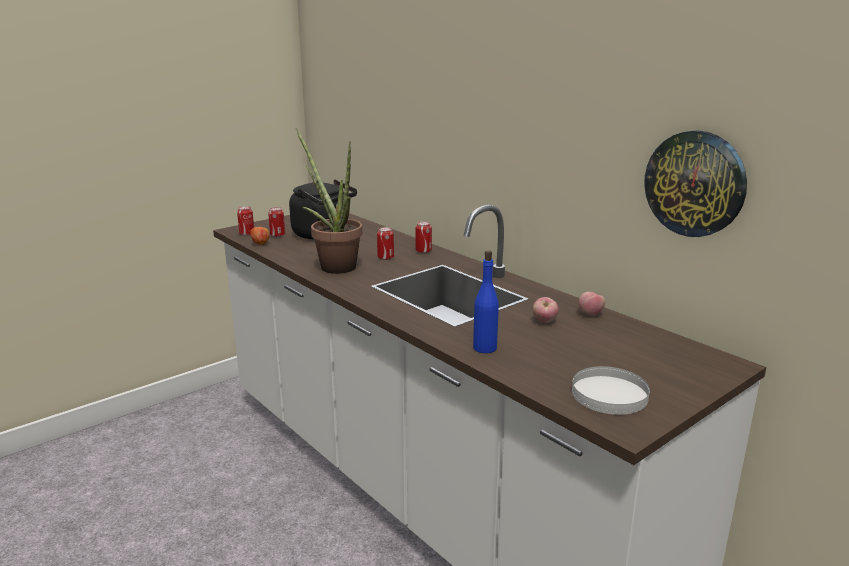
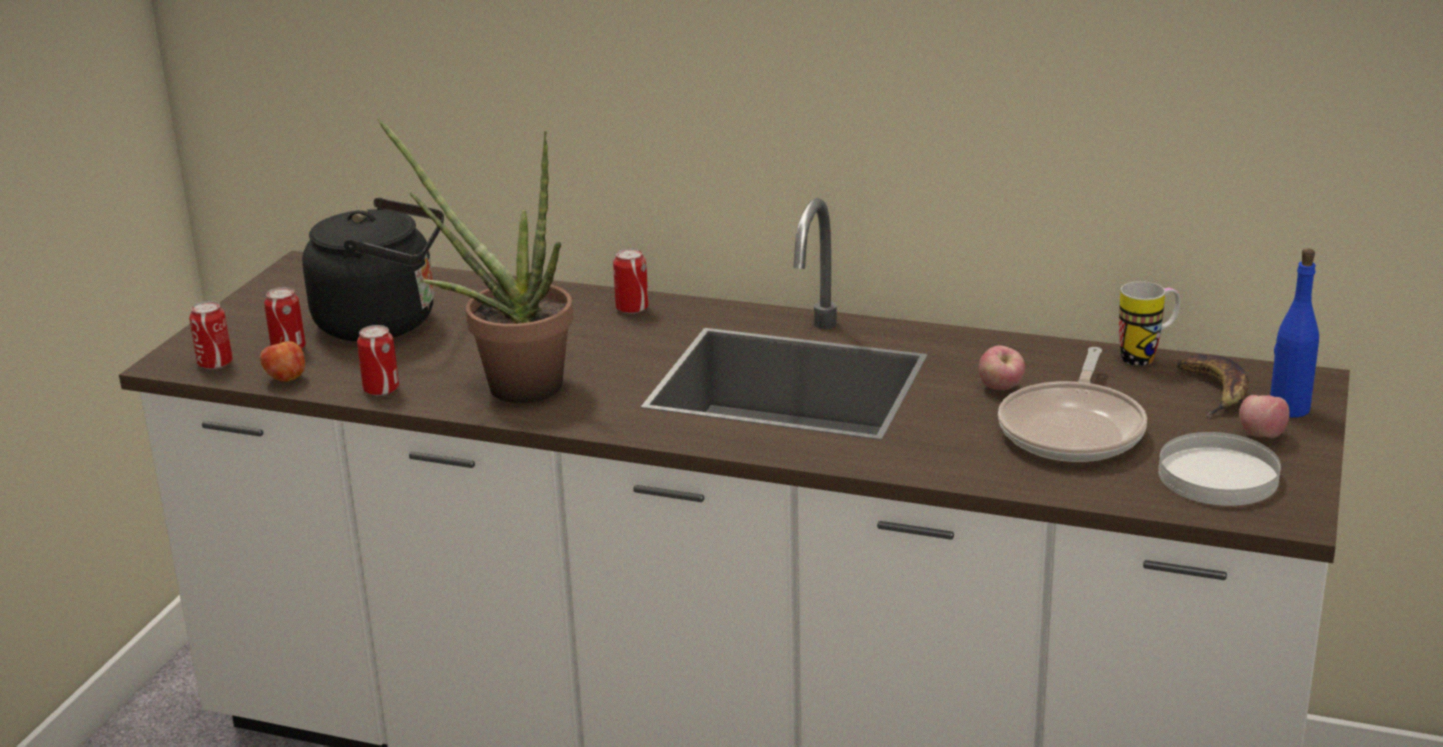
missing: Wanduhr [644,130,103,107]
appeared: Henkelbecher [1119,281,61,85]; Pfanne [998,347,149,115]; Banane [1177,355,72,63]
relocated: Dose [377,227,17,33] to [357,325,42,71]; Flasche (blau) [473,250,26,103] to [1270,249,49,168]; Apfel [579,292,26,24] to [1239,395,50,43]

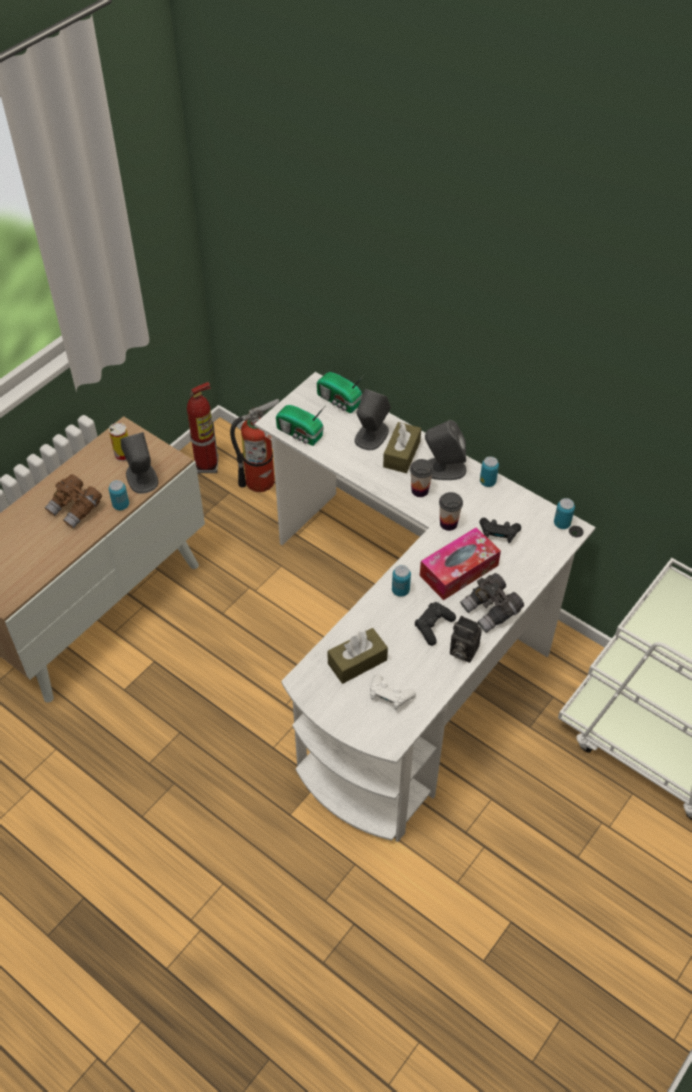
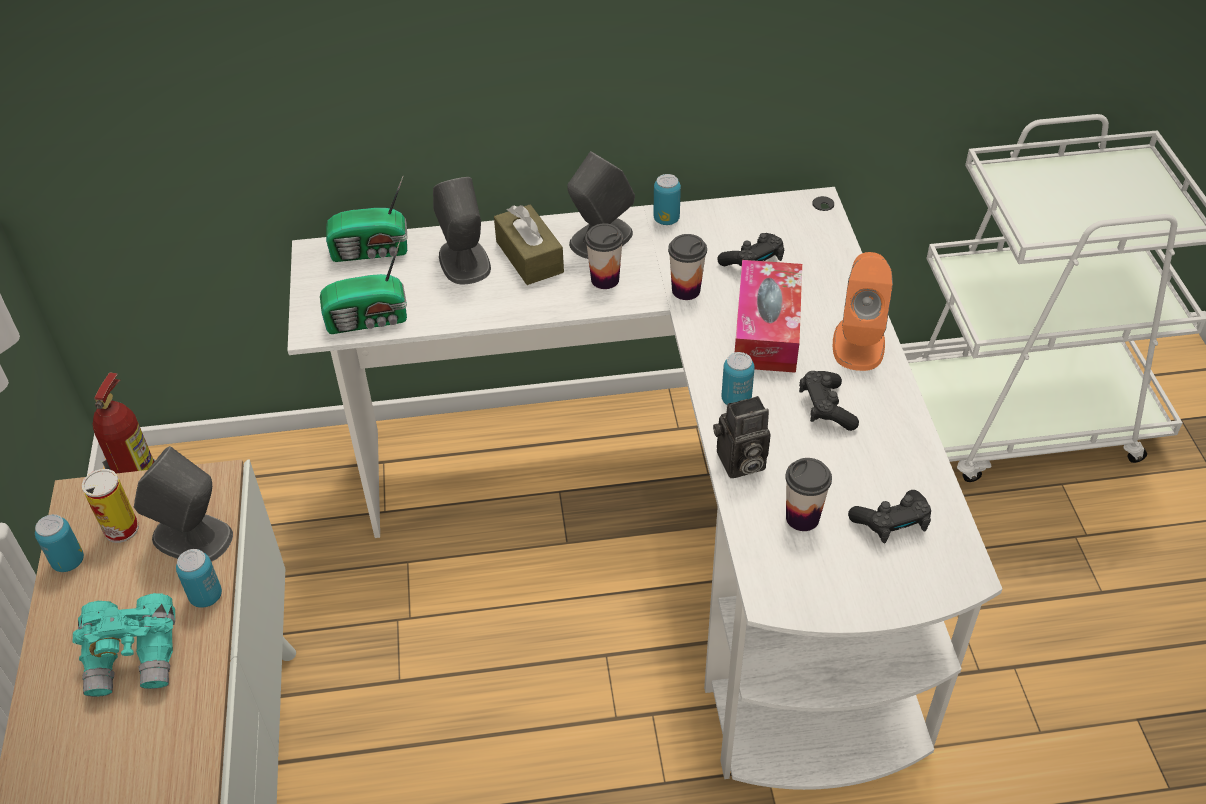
missing: Feuerlöscher [230,399,49,93]
relocated: Dose [554,498,21,31] to [35,514,49,58]; Kamera [450,616,32,47] to [713,396,58,82]
exchanged: Fernglas (grau) [460,573,64,60] to Lautsprecher (orange) [833,252,60,119]; Taschentuchbox (braun) [327,628,61,56] to Tasse [785,458,47,73]
colour: Fernglas (braun) [45,474,57,54] to Fernglas (türkis) [72,593,103,104]; Gamepad (weiß) [370,674,46,37] to Gamepad (schwarz) [848,490,83,53]

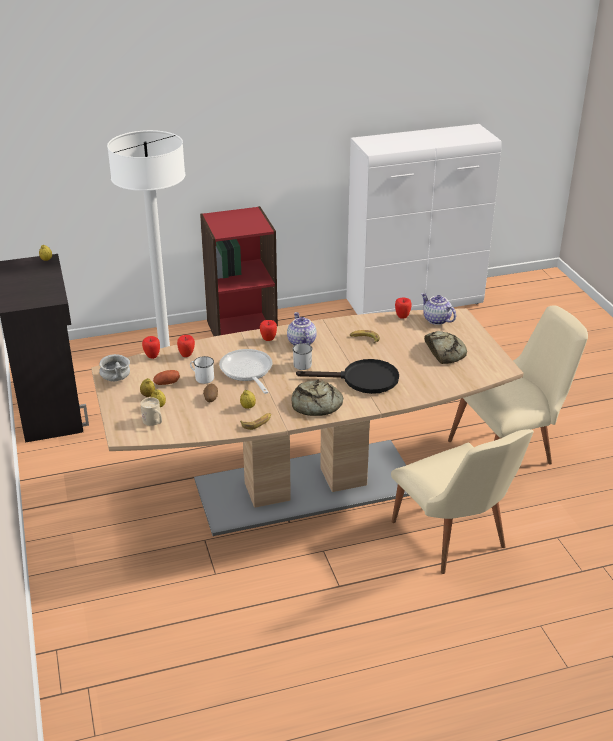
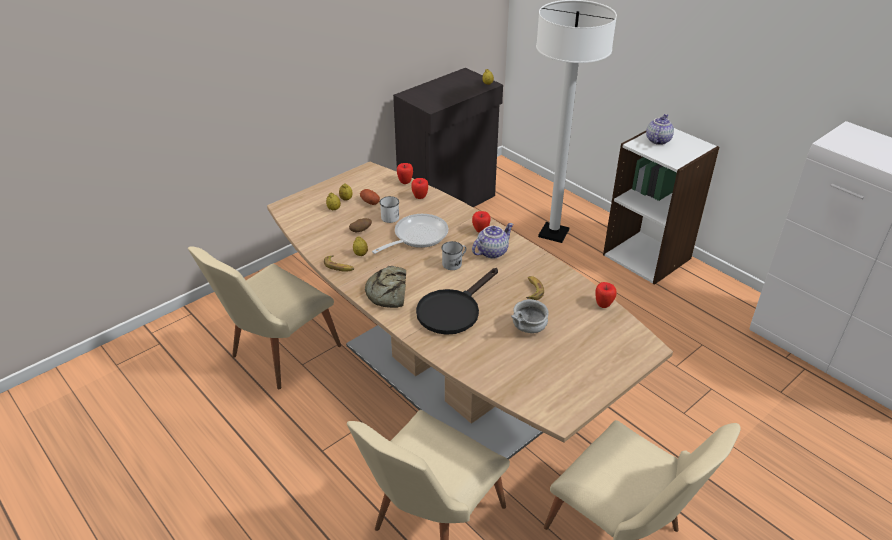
missing: Brot [424,331,43,33]; Henkelbecher (beige) [141,397,21,29]
appeared: Stuhl (beige) [188,246,153,143]
relocated: Teekanne [421,293,35,32] to [646,114,28,31]; Schüssel (grau) [99,354,31,28] to [511,299,38,34]
colour: Bücherregal (rot) [200,206,78,130] to Bücherregal (weiß) [603,128,116,157]
spun: Pfanne (schwarz) [296,359,103,35] = [416,268,82,67] 60 degrees clockwise

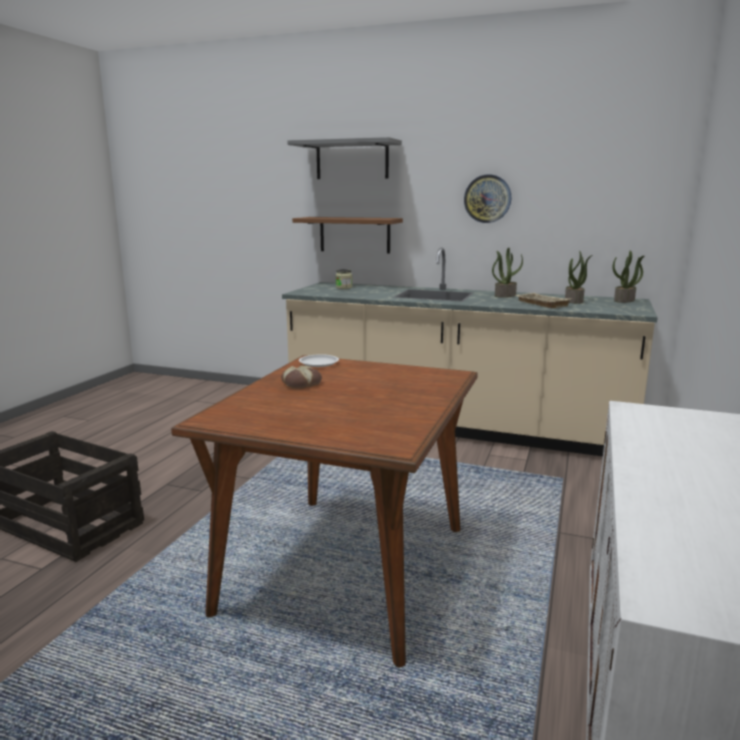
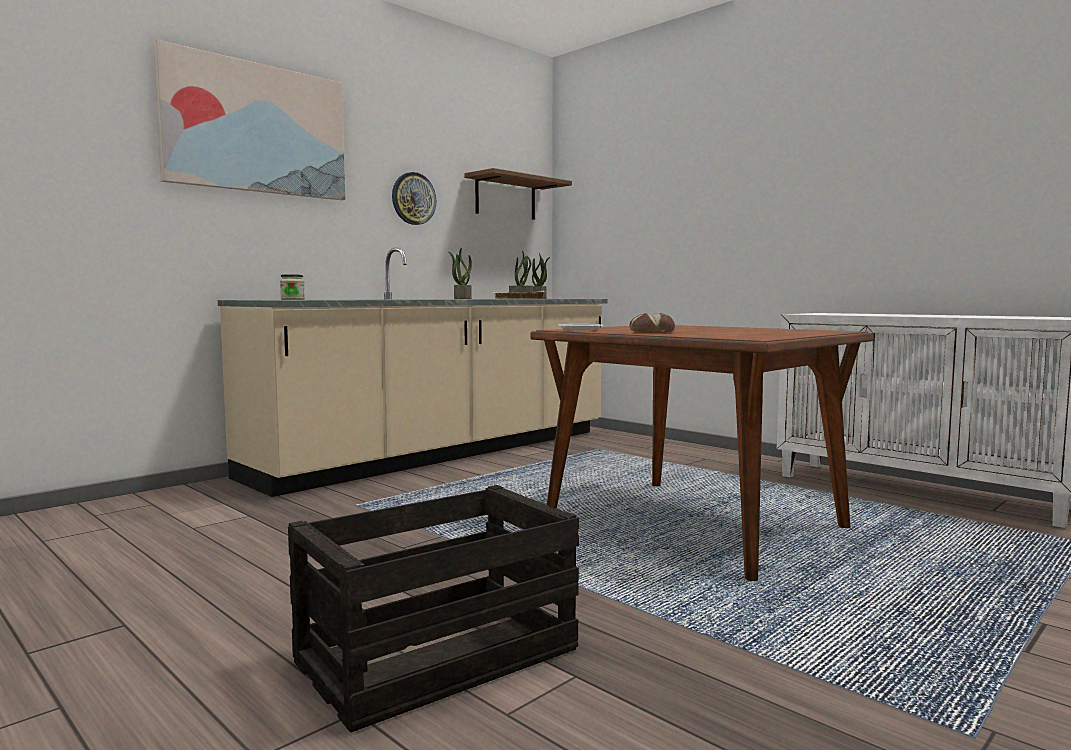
relocated: Wandregal (braun) [292,217,111,36] to [464,168,108,52]
exchanged: Wandregal (grau) [287,137,115,42] to Bild [153,40,193,160]

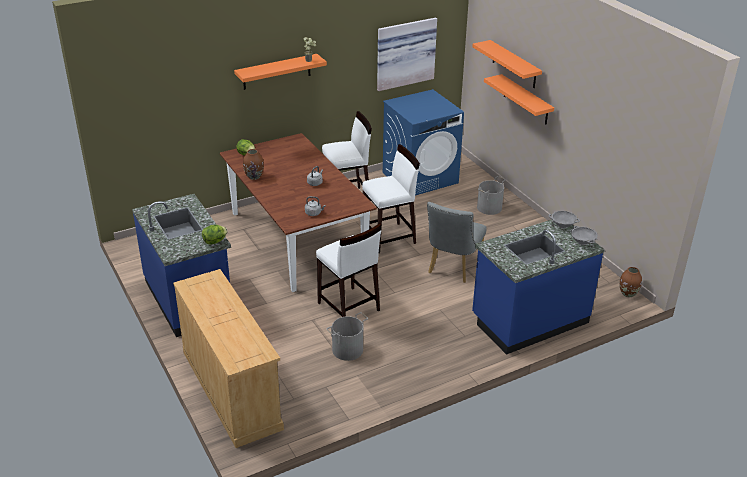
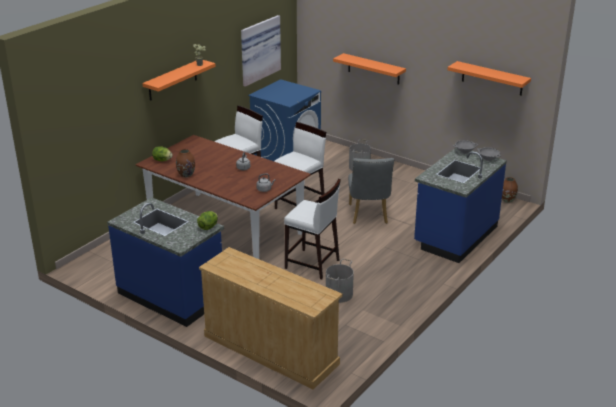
relocated: Wandregal (orange) [472,40,70,48] to [447,61,84,35]

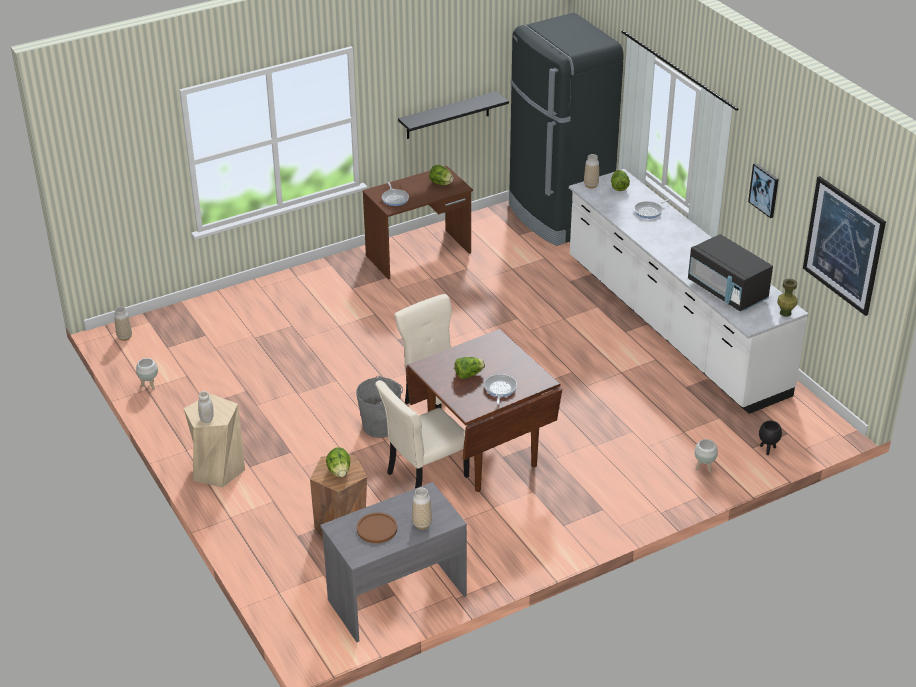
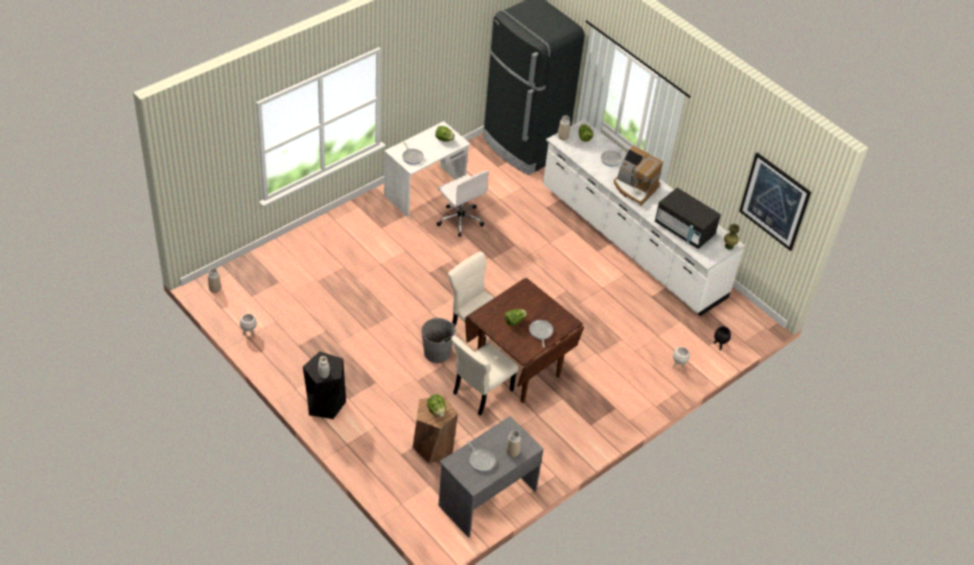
missing: Wandregal (schwarz) [398,91,111,48]; Bild [748,163,31,55]
appeared: Kaffeemaschine [614,145,49,61]; Bürostuhl (weiß) [436,171,53,66]
exchanged: Teller (braun) [357,513,40,30] to Pfanne [467,441,29,31]
colour: Schreibtisch (braun) [362,166,111,114] to Schreibtisch (weiß) [384,121,86,96]; Hocker (beige) [184,394,61,94] to Hocker (schwarz) [303,351,43,68]

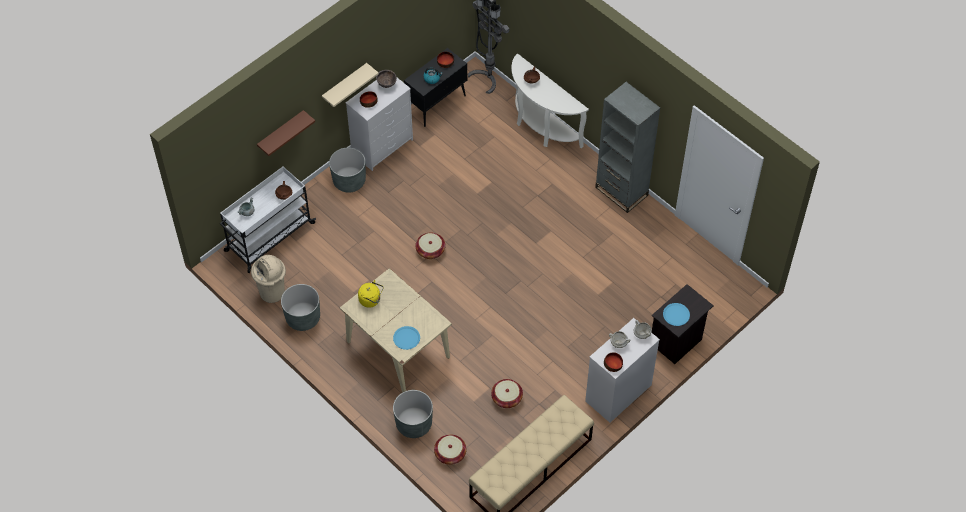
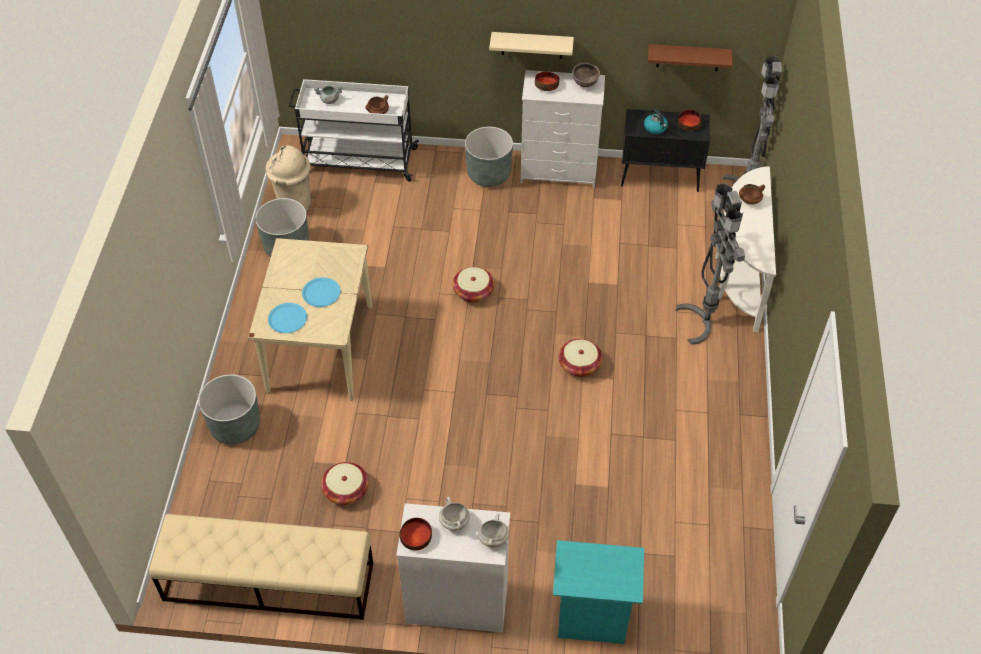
missing: Bücherregal (grau) [595,82,65,131]; Wasserkessel (gelb) [358,280,25,28]
appeared: Stehlampe (grau) [676,183,69,161]
relocated: Wandregal (braun) [257,110,58,46] to [648,44,84,27]; Teller (blau) [663,303,27,23] to [302,277,39,30]; Korb [434,434,32,31] to [559,339,43,38]
colour: Nachttisch (schwarz) [652,284,62,80] to Nachttisch (türkis) [553,540,91,104]

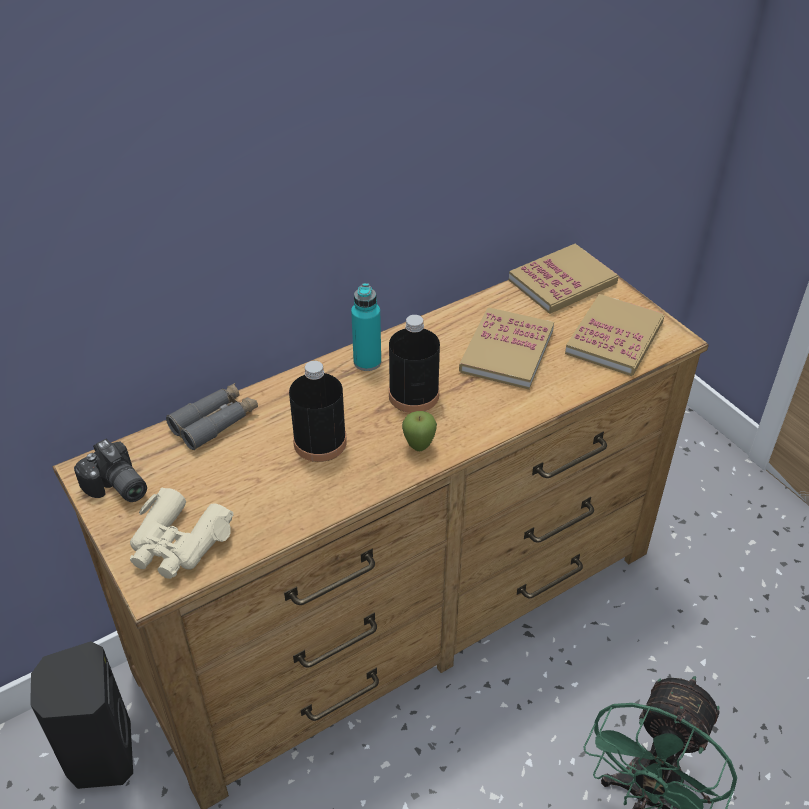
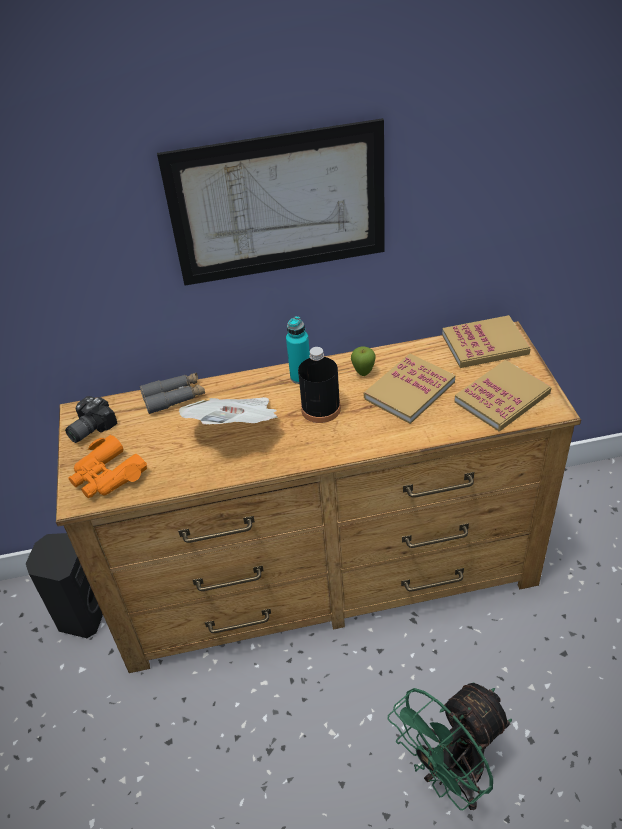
appeared: Bild [157,118,228,168]
relocated: Apfel [402,411,35,40] to [351,347,24,29]
exchanged: Flasche (schwarz) [289,361,58,101] to Zeitung [179,397,99,27]
colour: Fernglas (beige) [130,488,104,91] to Fernglas (orange) [68,435,79,63]
spun: Kamera [74,438,73,64] = [65,396,53,47] 60 degrees clockwise

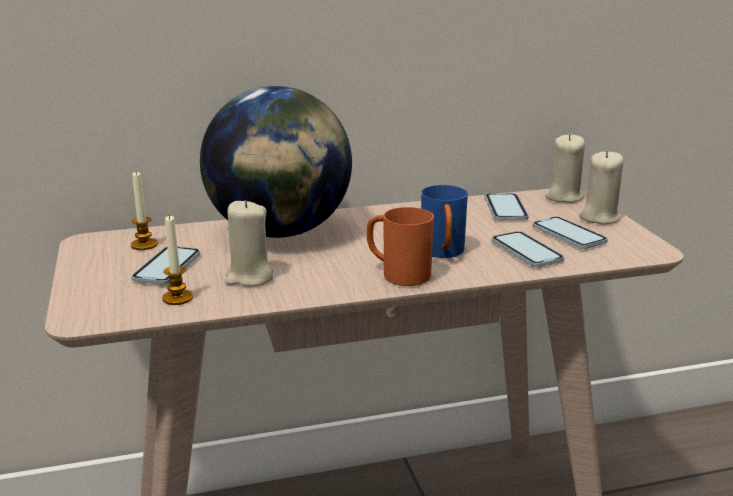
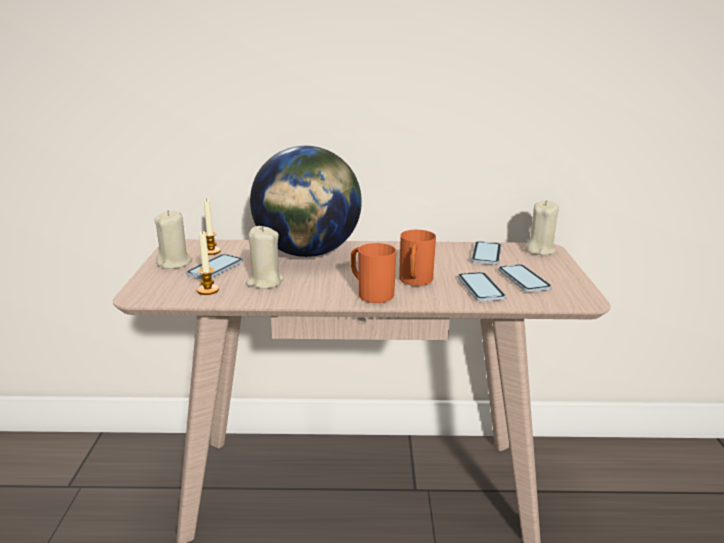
relocated: Kerze (beige) [579,151,45,74] to [155,210,37,59]
colour: Henkelbecher (blau) [421,185,47,73] to Henkelbecher (orange) [399,230,37,56]

